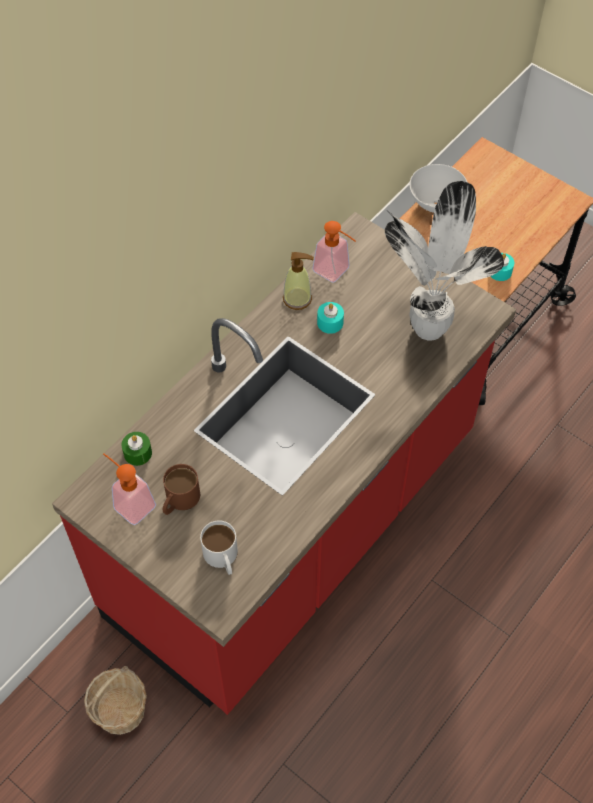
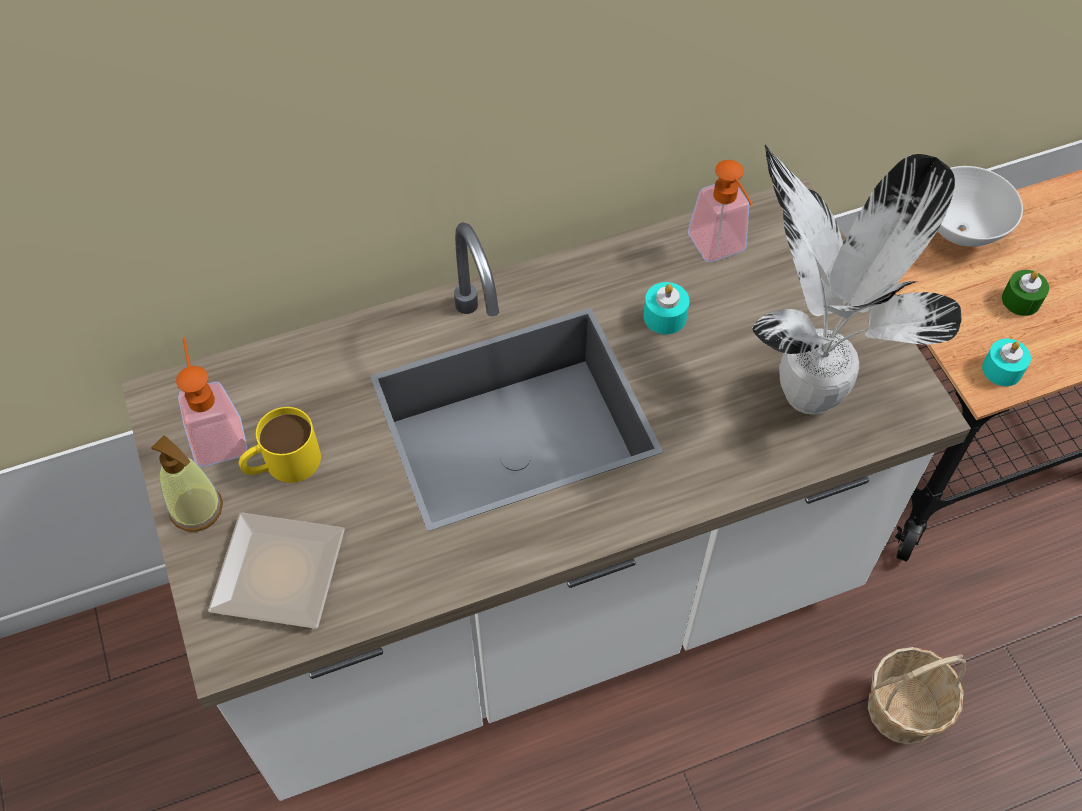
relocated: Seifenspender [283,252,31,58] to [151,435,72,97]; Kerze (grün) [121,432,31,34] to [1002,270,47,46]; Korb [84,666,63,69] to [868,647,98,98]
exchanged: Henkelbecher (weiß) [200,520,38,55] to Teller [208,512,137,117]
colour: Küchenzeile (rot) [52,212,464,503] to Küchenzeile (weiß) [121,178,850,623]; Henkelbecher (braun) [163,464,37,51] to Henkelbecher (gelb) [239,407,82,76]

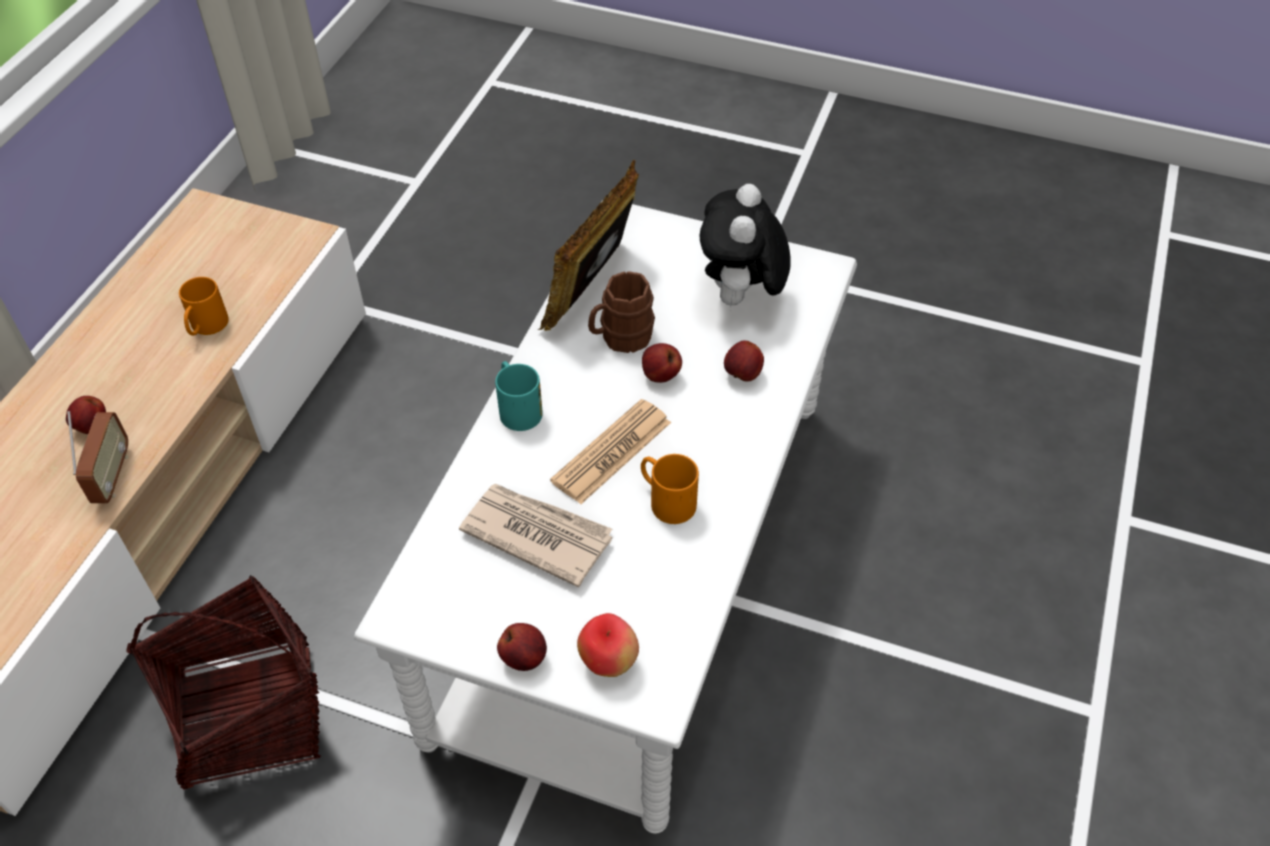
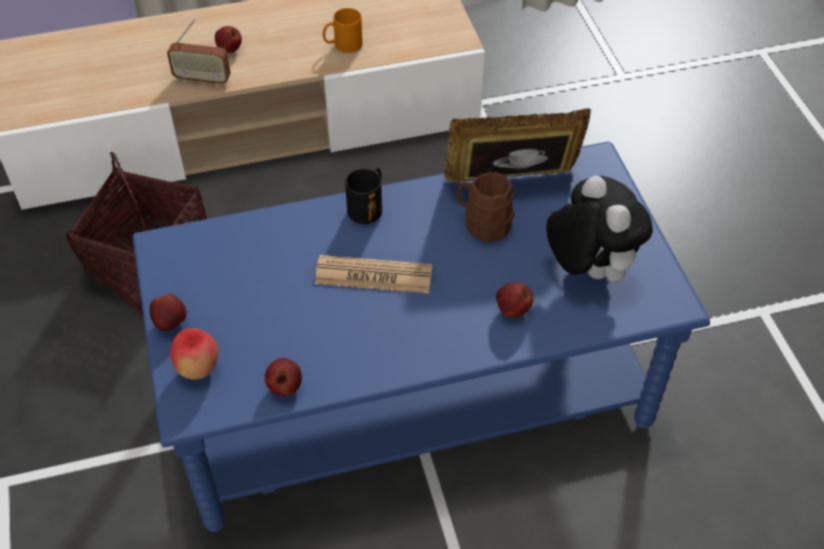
missing: Henkelbecher (orange) [641,454,58,70]; Zeitung [459,484,153,103]
relocated: Apfel [642,343,40,40] to [265,358,37,38]
colour: Couchtisch (weiß) [354,204,503,630] to Couchtisch (blau) [133,142,577,390]; Henkelbecher (türkis) [495,361,48,70] to Henkelbecher (schwarz) [345,167,37,57]
spun: Plüschtier [700,184,91,125] = [546,176,107,106] 90 degrees clockwise; Radio [67,411,61,92] = [167,19,64,68] 45 degrees clockwise

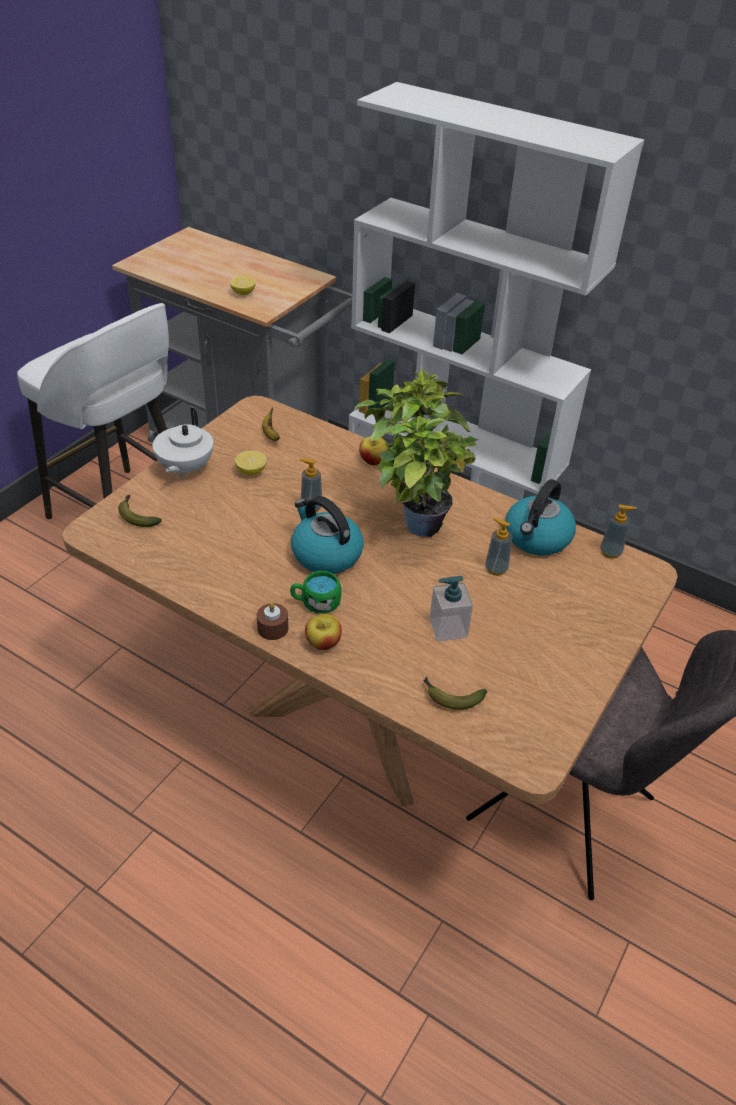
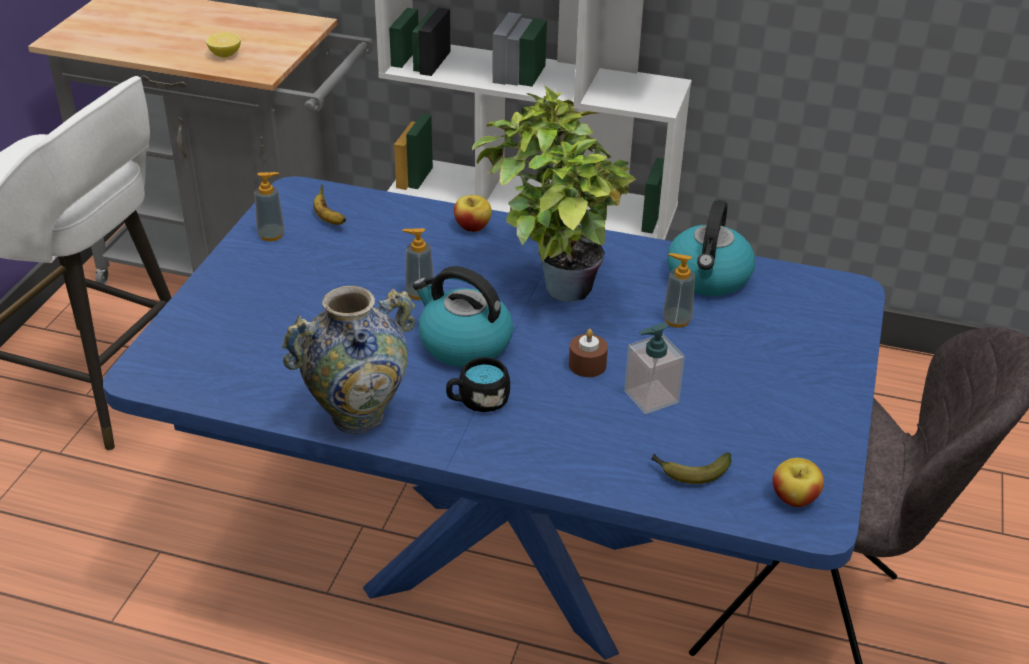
missing: Teekanne (weiß) [153,408,60,70]; Zitrone [235,450,32,25]; Banane [118,495,44,32]
appeared: Vase [282,286,133,148]
relocated: Seifenspender [600,505,37,53] to [254,172,31,69]; Kerze (braun) [257,602,31,38] to [569,329,39,48]; Apfel [305,614,37,36] to [772,458,52,49]
colour: Esstisch (braun) [62,396,616,410] to Esstisch (blau) [103,176,782,484]; Henkelbecher (grün) [290,571,52,43] to Henkelbecher (schwarz) [446,357,64,55]

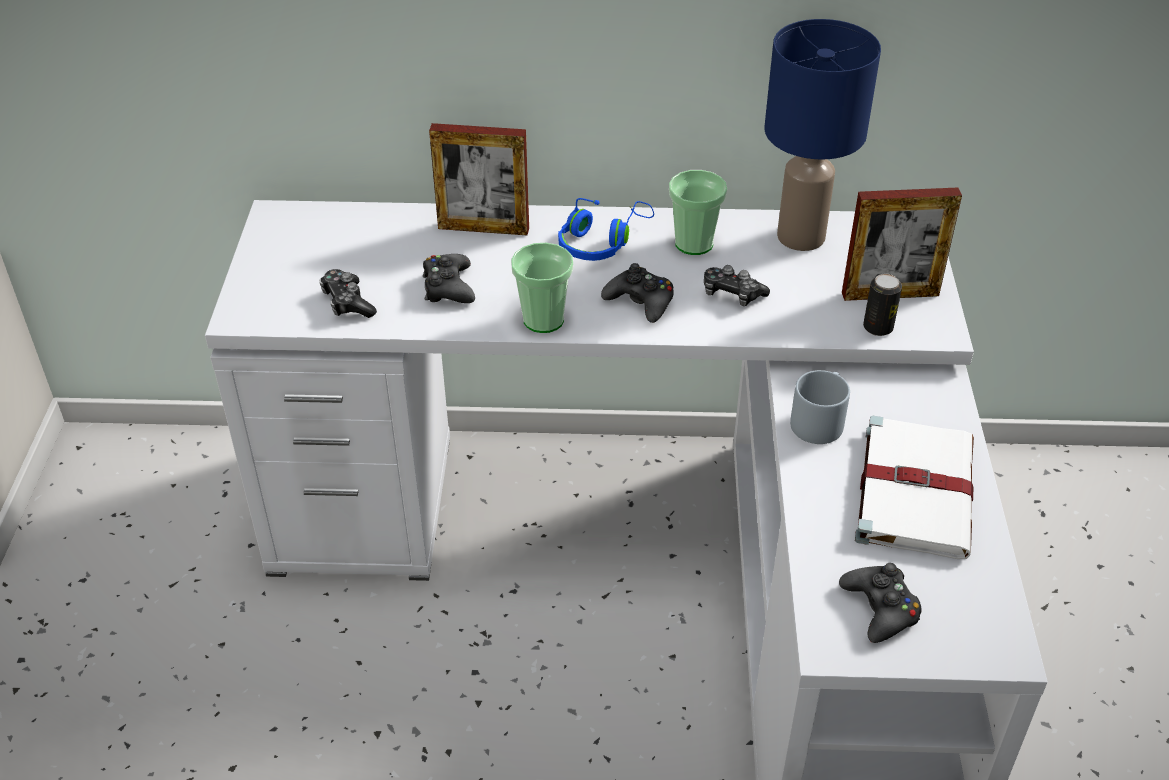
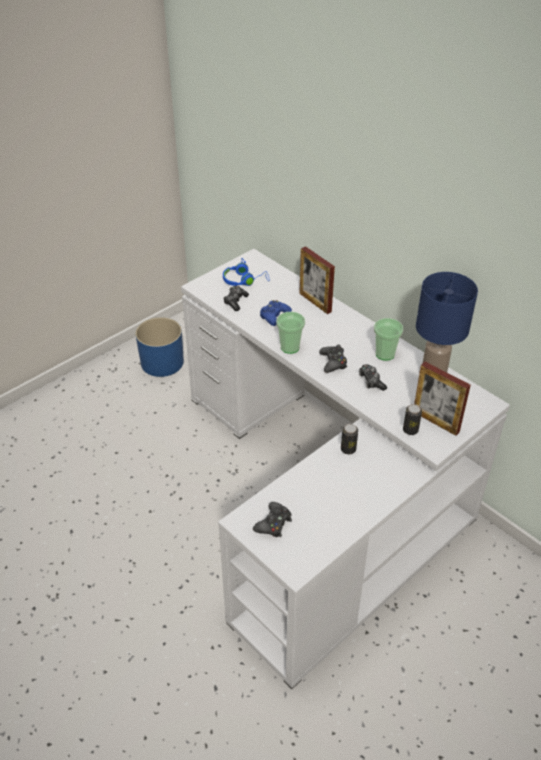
missing: Buch (weiß) [855,416,119,143]
appeared: Pflanzkübel (blau) [136,317,48,60]
relocated: Kopfhörer (blau) [558,198,96,63] to [223,258,46,28]
exchanged: Henkelbecher (grau) [790,370,60,74] to Dose [341,424,17,30]
colour: Gamepad (schwarz) [423,254,52,49] to Gamepad (blau) [260,300,32,26]

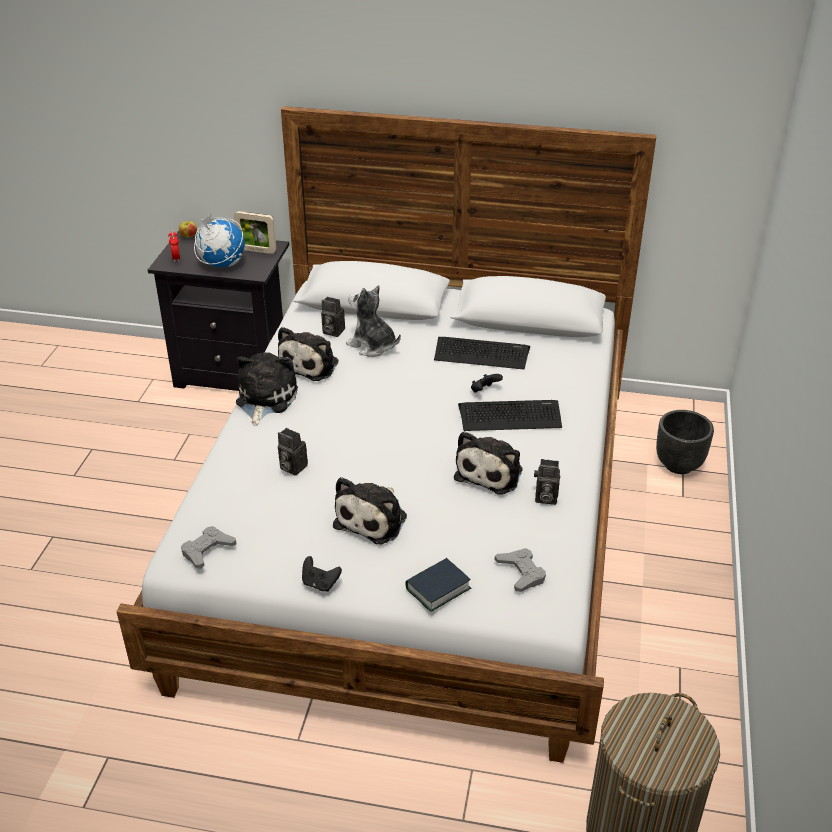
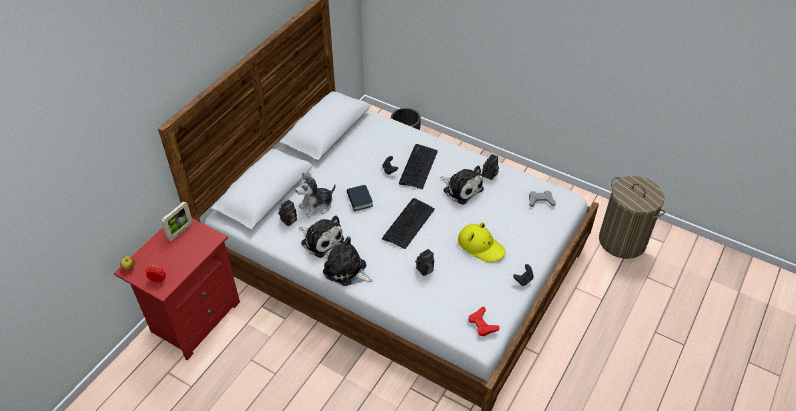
missing: Globus [194,214,51,53]
relocated: Tastatur [434,337,96,32] to [382,198,53,51]; Buch [406,558,65,54] to [347,185,26,26]
exchanged: Plüschtier [333,477,74,67] to Hut (gelb) [458,222,48,40]
colour: Nachttisch (schwarz) [148,231,141,160] to Nachttisch (rot) [114,218,126,142]; Gamepad (grau) [181,526,56,43] to Gamepad (rot) [468,307,32,30]

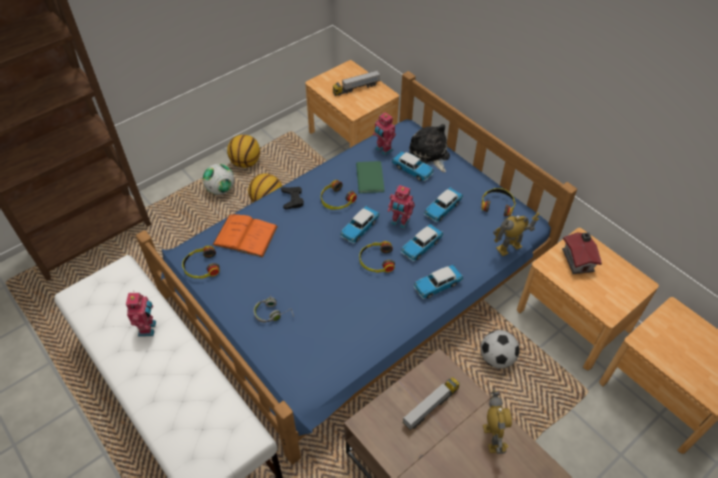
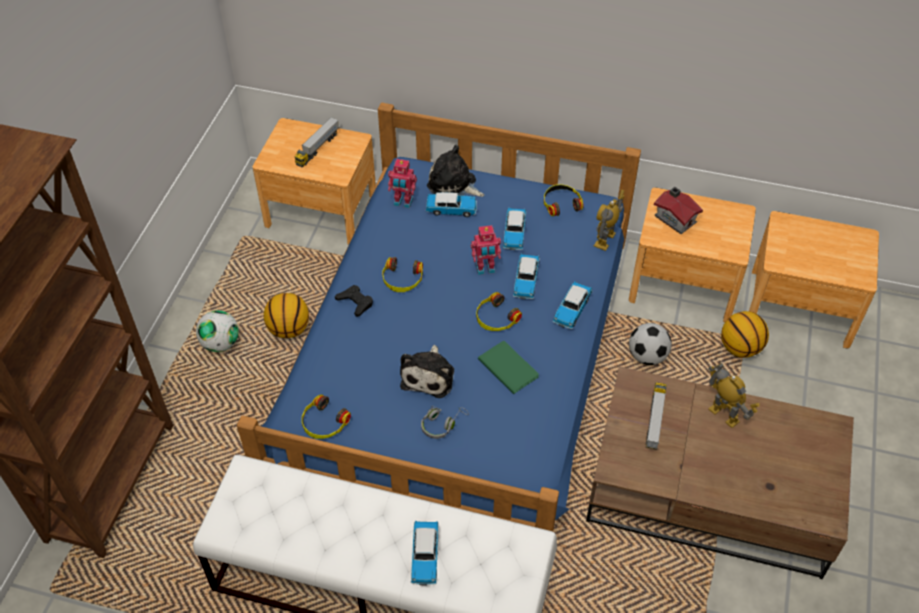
missing: Buch (orange) [212,214,66,44]; Spielzeugroboter [126,291,30,46]
appeared: Plüschtier [400,345,54,53]
relocated: Basketball [227,135,33,33] to [721,311,48,47]; Buch (grün) [356,161,28,32] to [478,341,61,53]; Spielzeugauto [340,206,40,37] to [411,521,28,64]

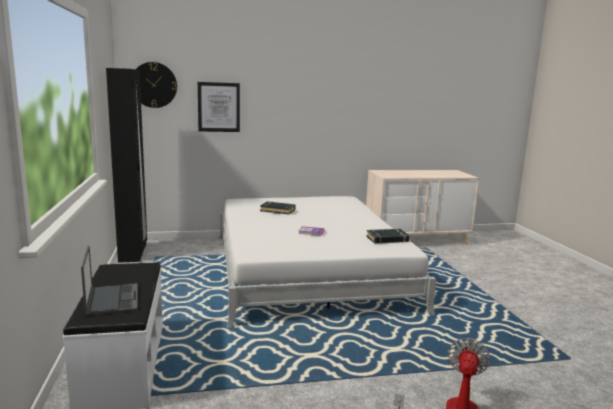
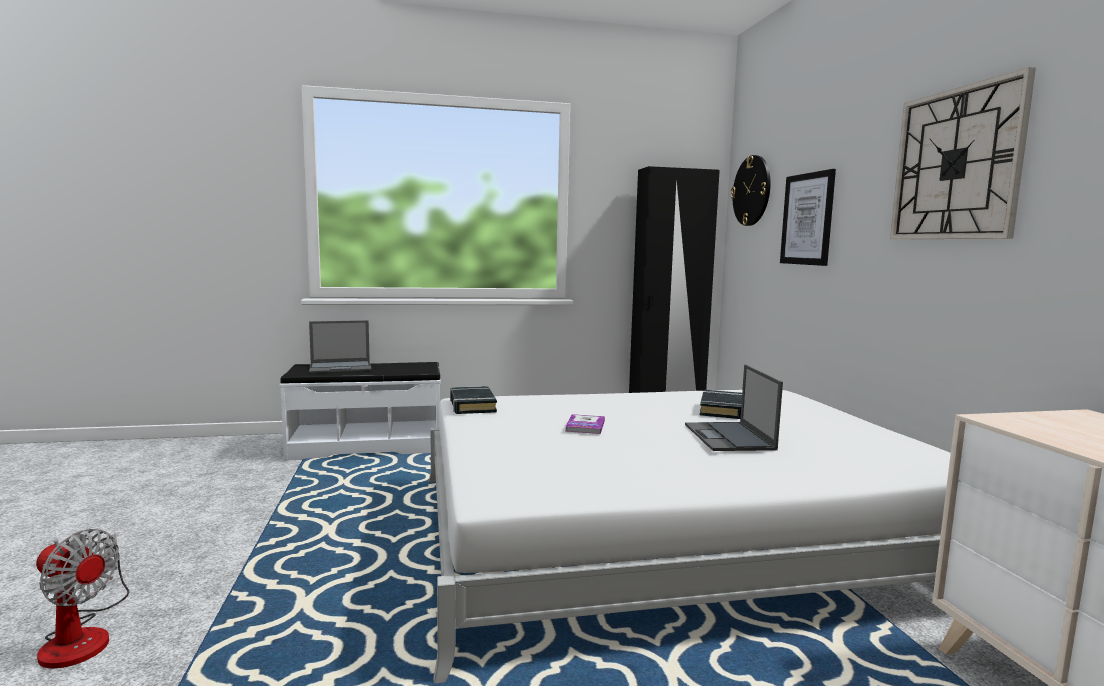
appeared: Wanduhr [890,67,146,172]; Laptop [685,364,98,87]
relocated: Buch (schwarz) [366,229,43,15] to [450,386,47,28]

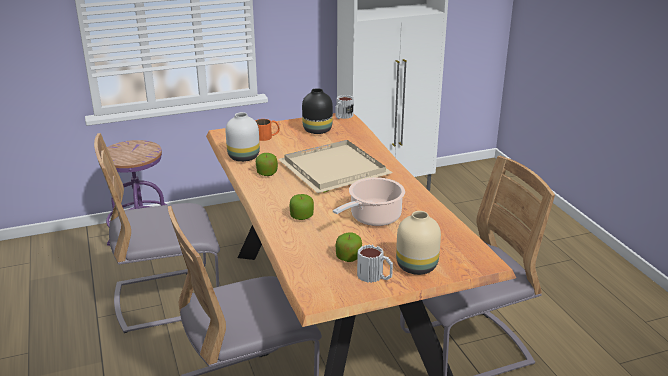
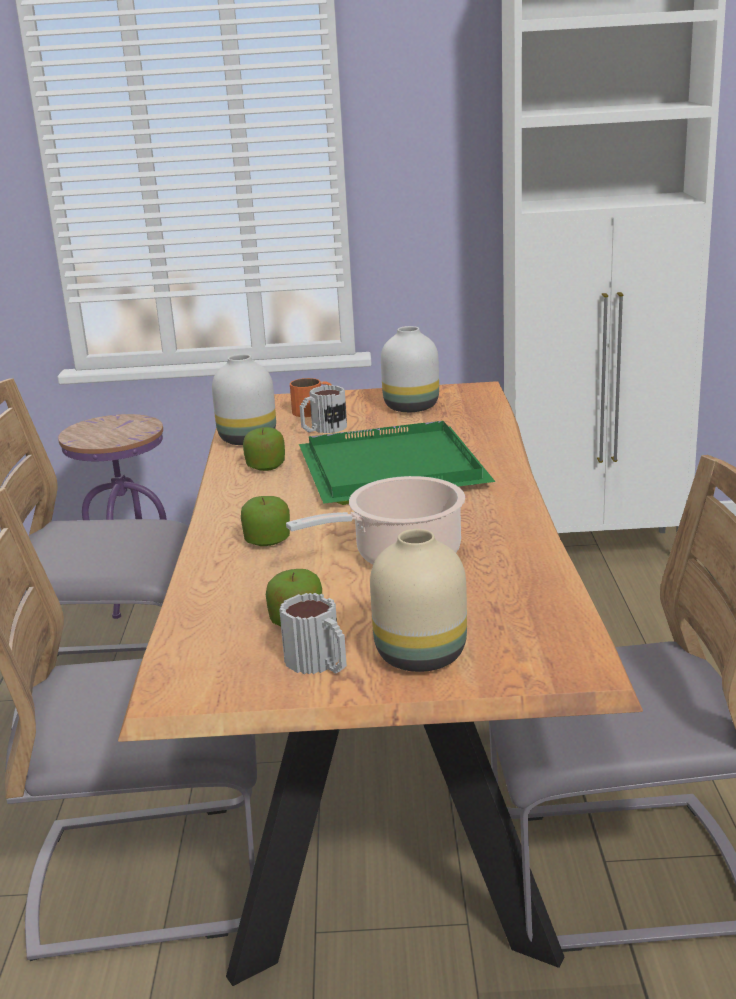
relocated: Henkelbecher [336,95,18,24] to [300,385,47,48]
colour: Vase (schwarz) [302,88,31,46] to Vase (weiß) [381,326,58,86]; Tablett (beige) [278,140,115,53] to Tablett (grün) [299,421,197,84]

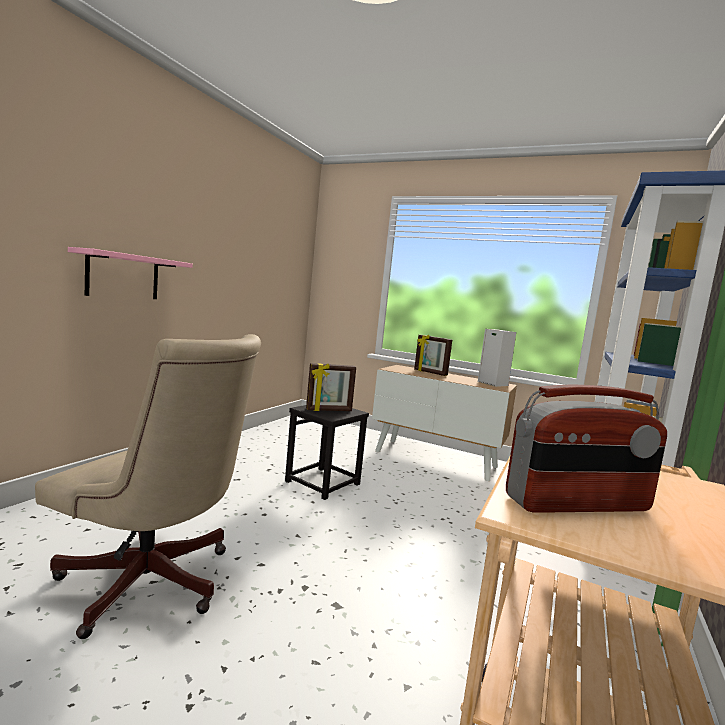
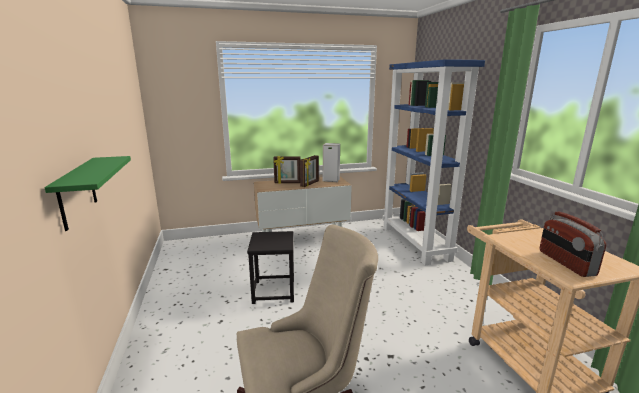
relocated: Bilderrahmen [306,363,50,48] to [300,155,19,32]
colour: Wandregal (rosa) [68,247,125,52] to Wandregal (grün) [44,156,87,75]
spun: Radio [506,384,161,129] = [539,212,67,65] 135 degrees clockwise

